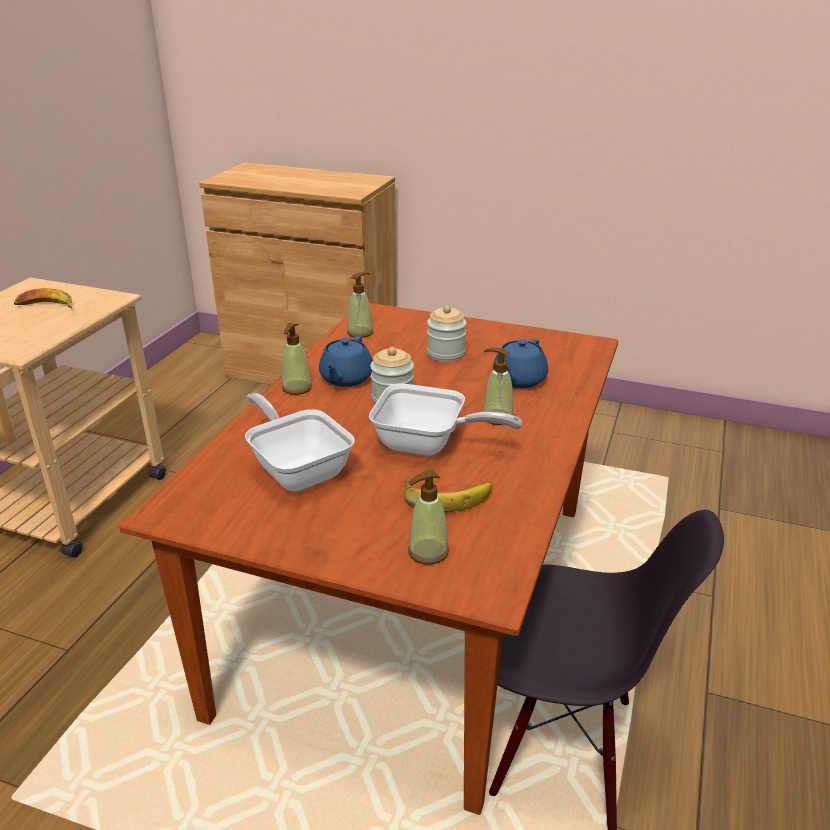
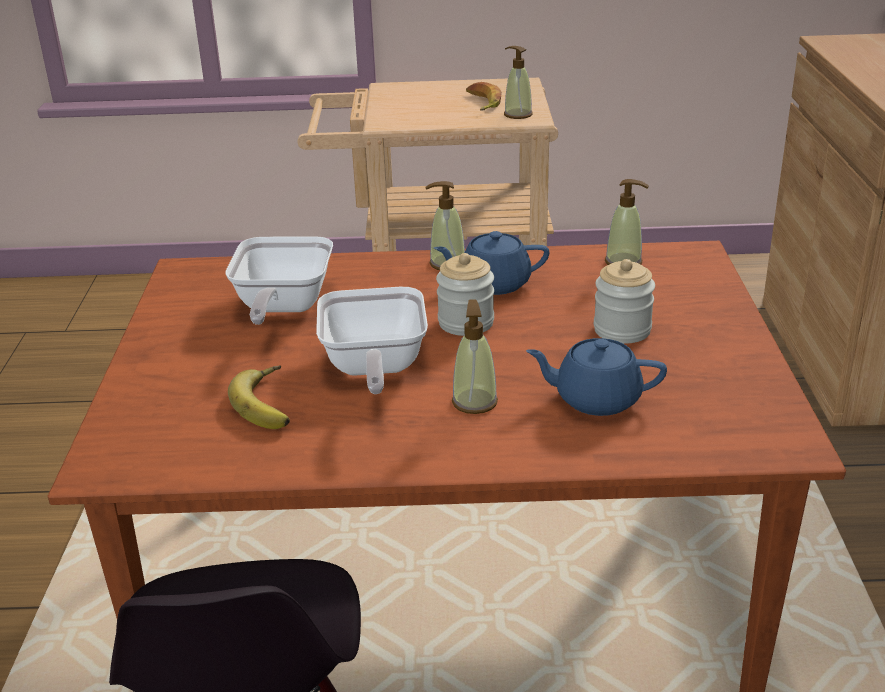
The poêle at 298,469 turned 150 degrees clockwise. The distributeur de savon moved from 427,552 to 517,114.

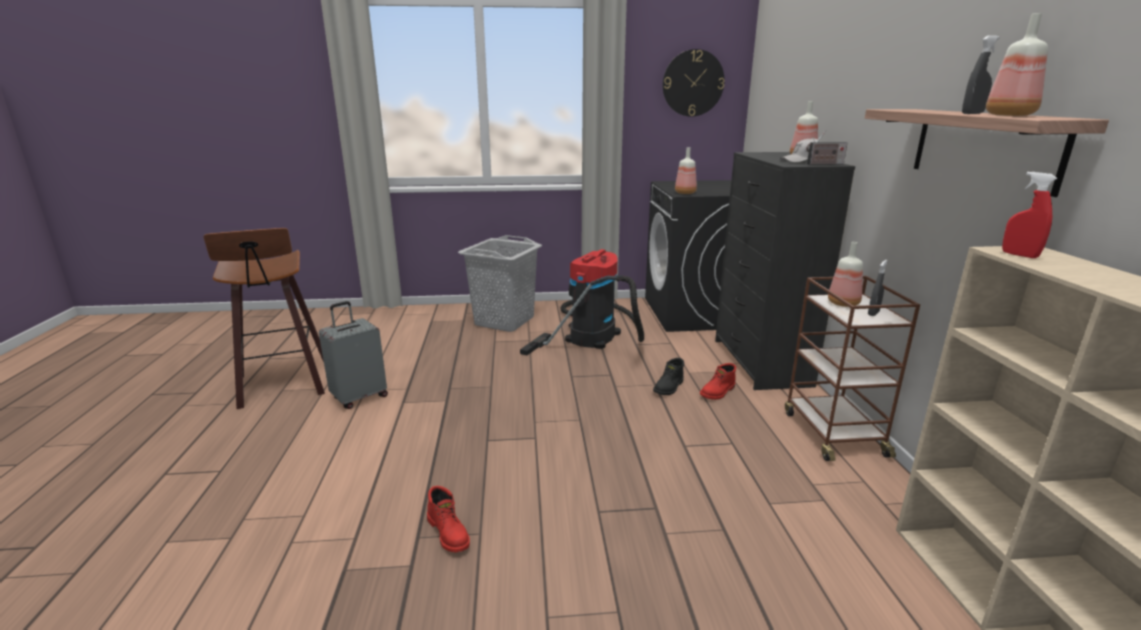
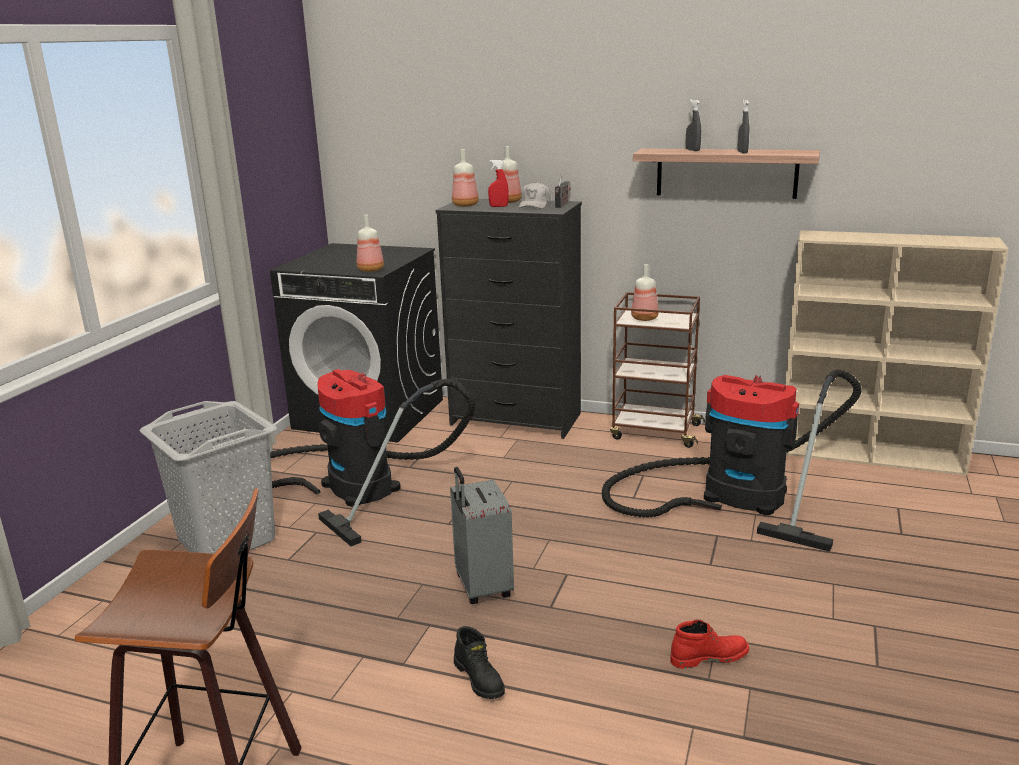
The bouteille moved from 1011,115 to 466,205. The horloge murale at 693,83 disappeared. The vaporisateur [rouge] moved from 1019,255 to 498,206. The vaporisateur [gris] moved from 873,313 to 692,150. The valise [gris] moved from 359,397 to 481,587. The botte [noir] moved from 669,387 to 480,678. The botte [rouge] at 718,392 disappeared. The aspirateur at 734,495 appeared.

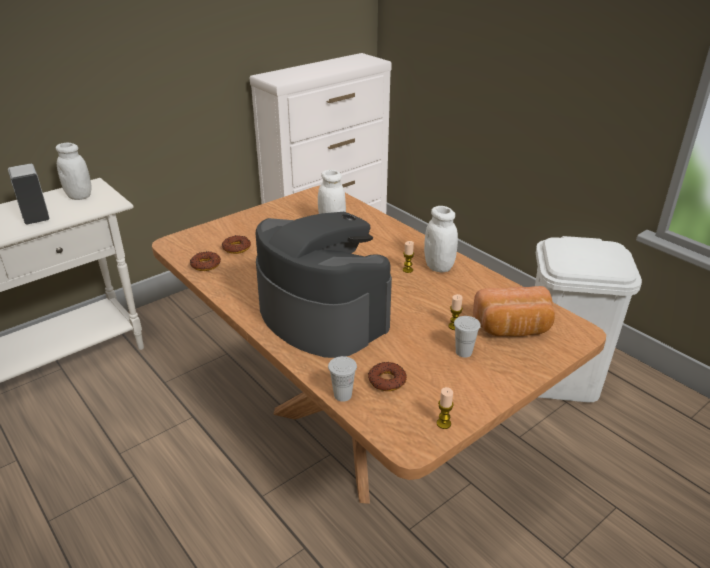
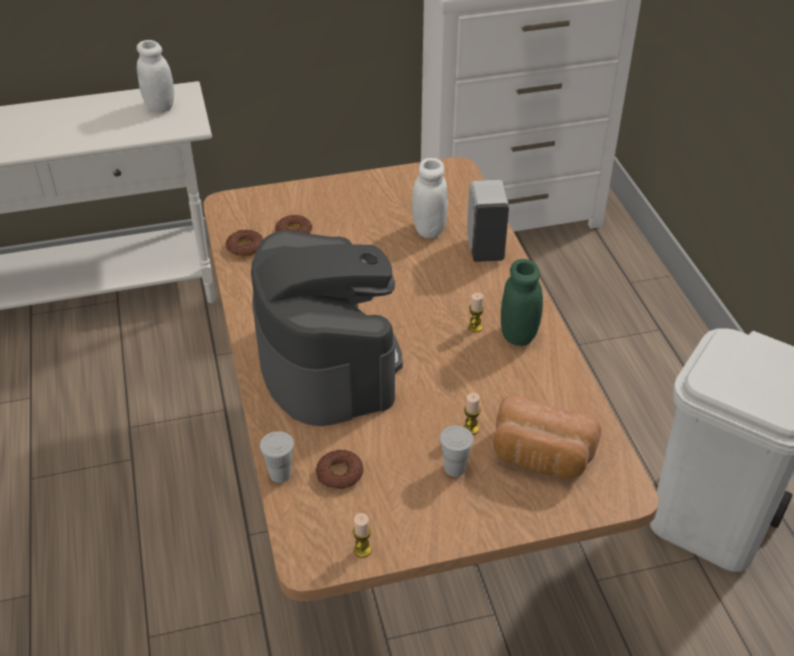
The distributeur de savon [blanc] moved from 36,217 to 484,248. The bocal [blanc] at 439,266 became the bocal [vert] at 518,335.

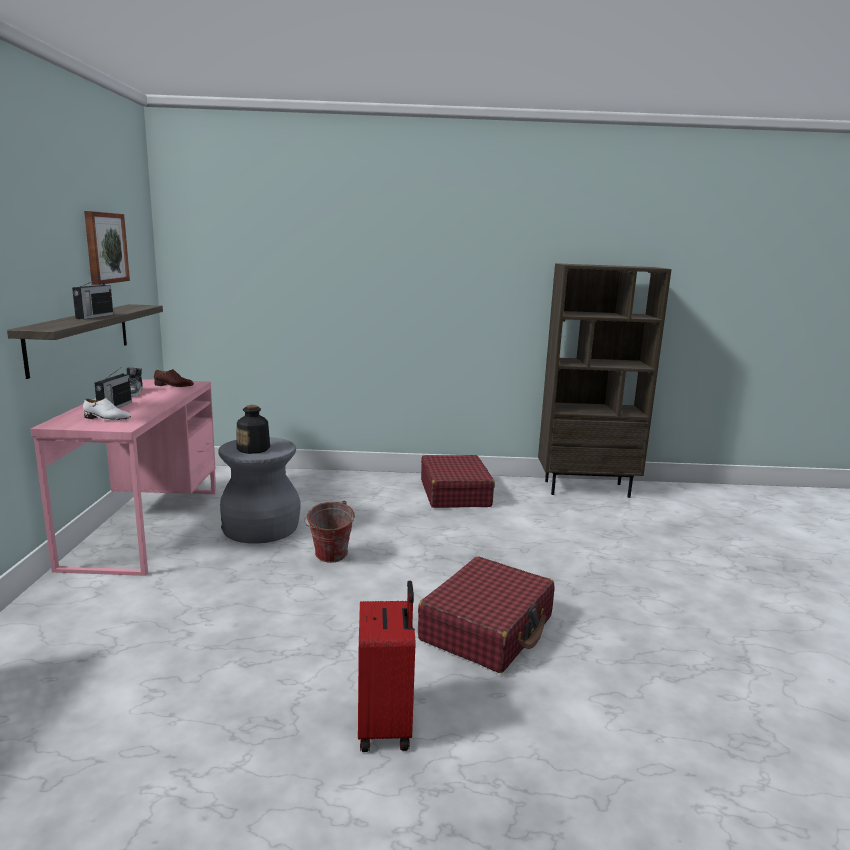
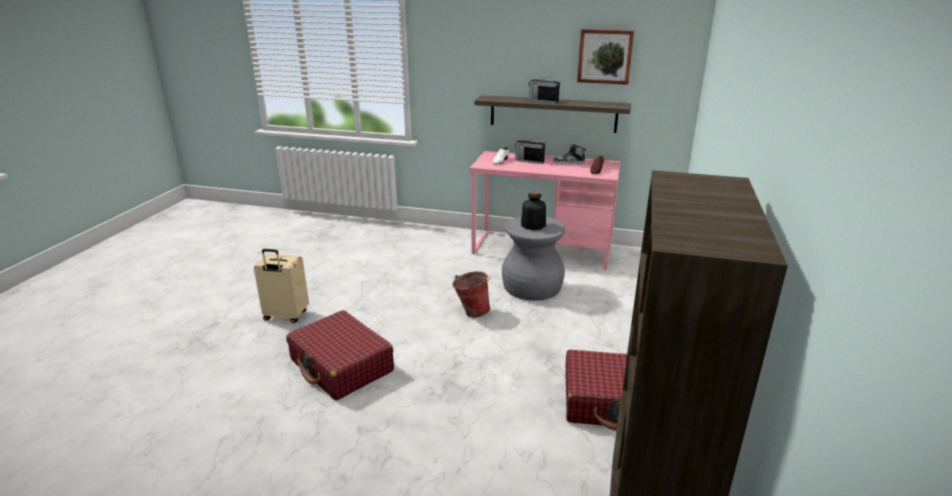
The valise [rouge] at 386,726 became the valise [beige] at 285,316.

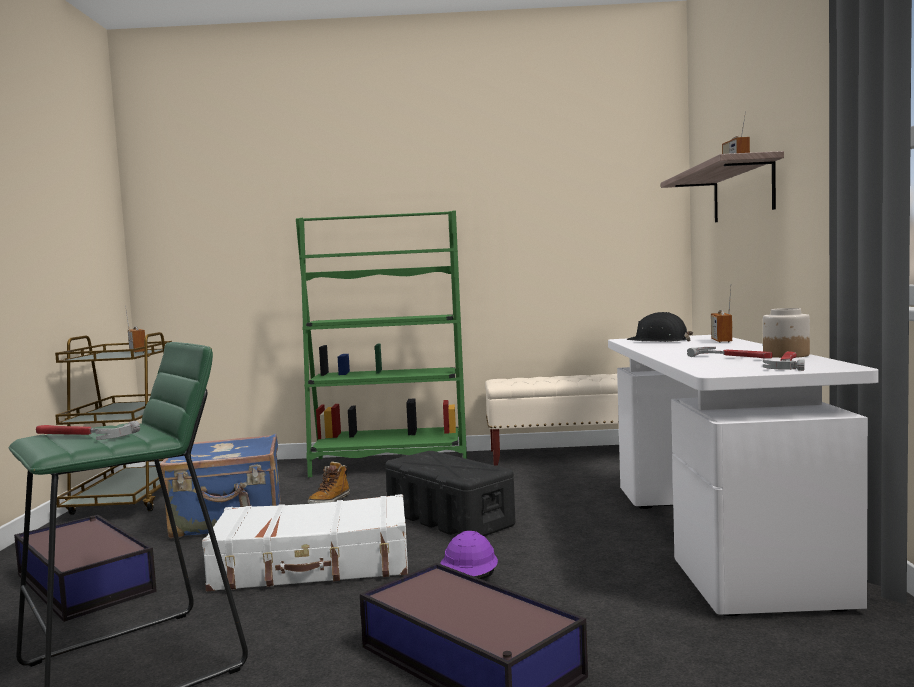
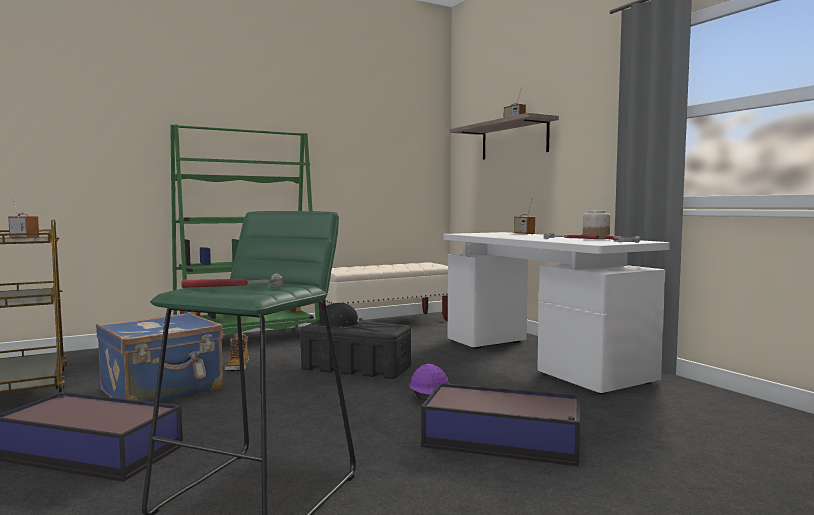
The casque de chantier [noir] moved from 659,340 to 336,325. The valise [blanc] at 314,564 disappeared.

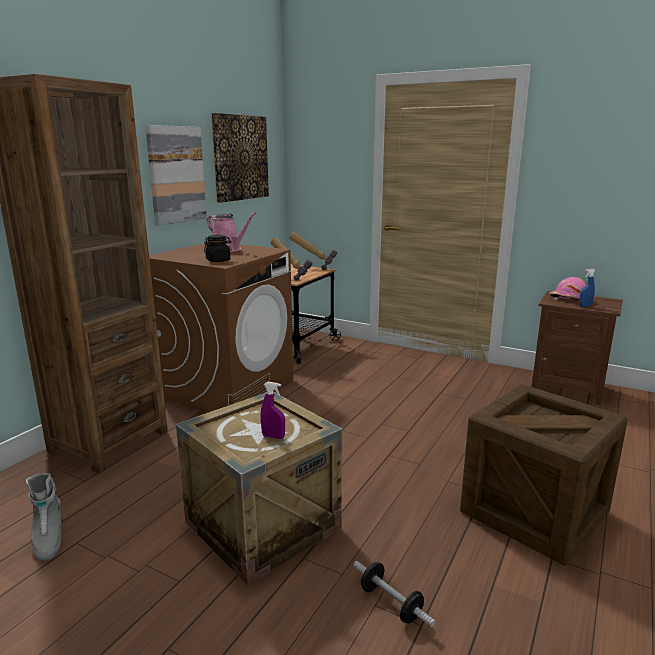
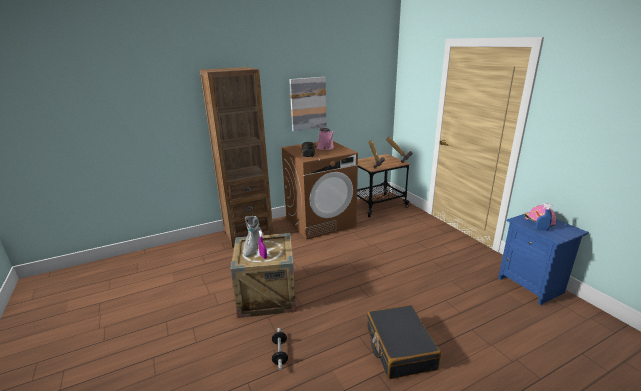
The tableau at 240,158 disappeared. The table de chevet [marron] at 568,388 became the table de chevet [bleu] at 531,285. The caisse at 534,512 was replaced by the valise [noir] at 399,348. The botte [gris] moved from 48,539 to 252,248.

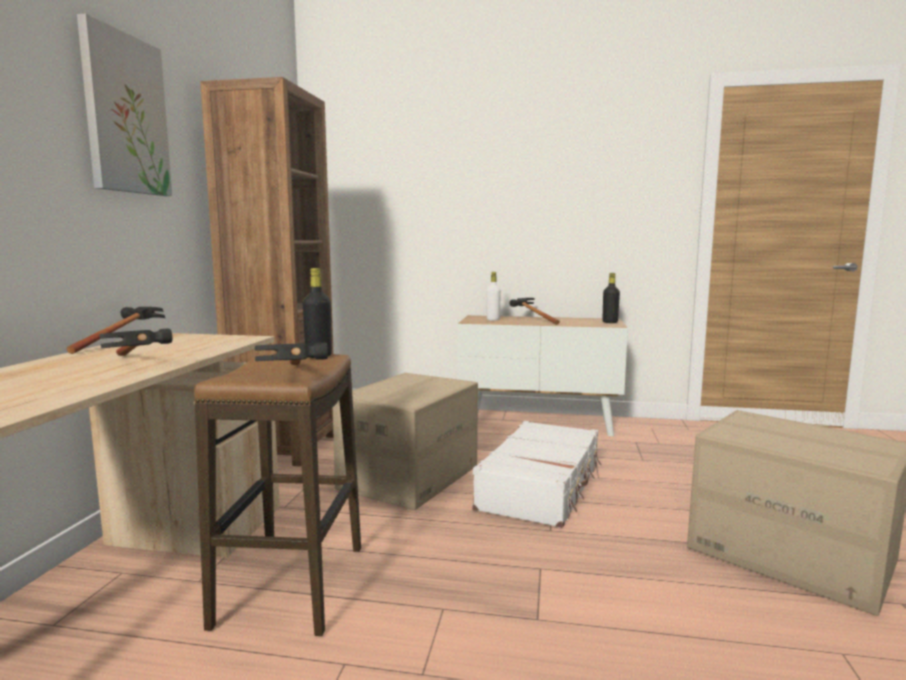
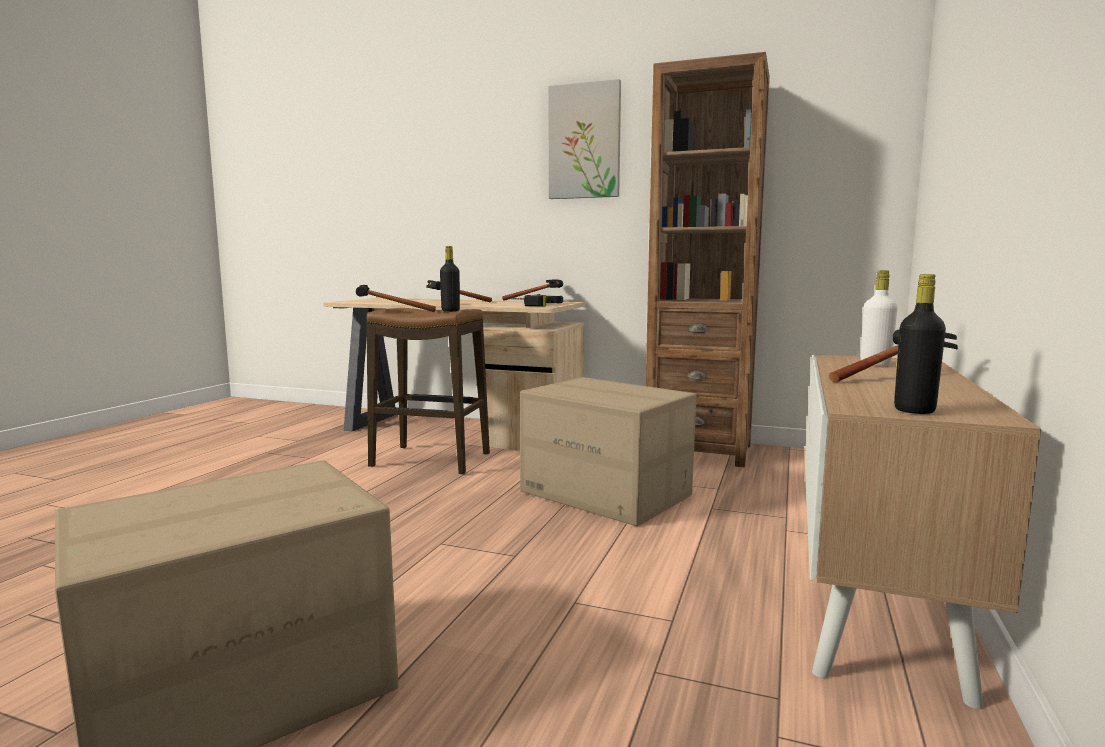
The valise [blanc] at 541,487 disappeared. The perceuse at 530,305 appeared.

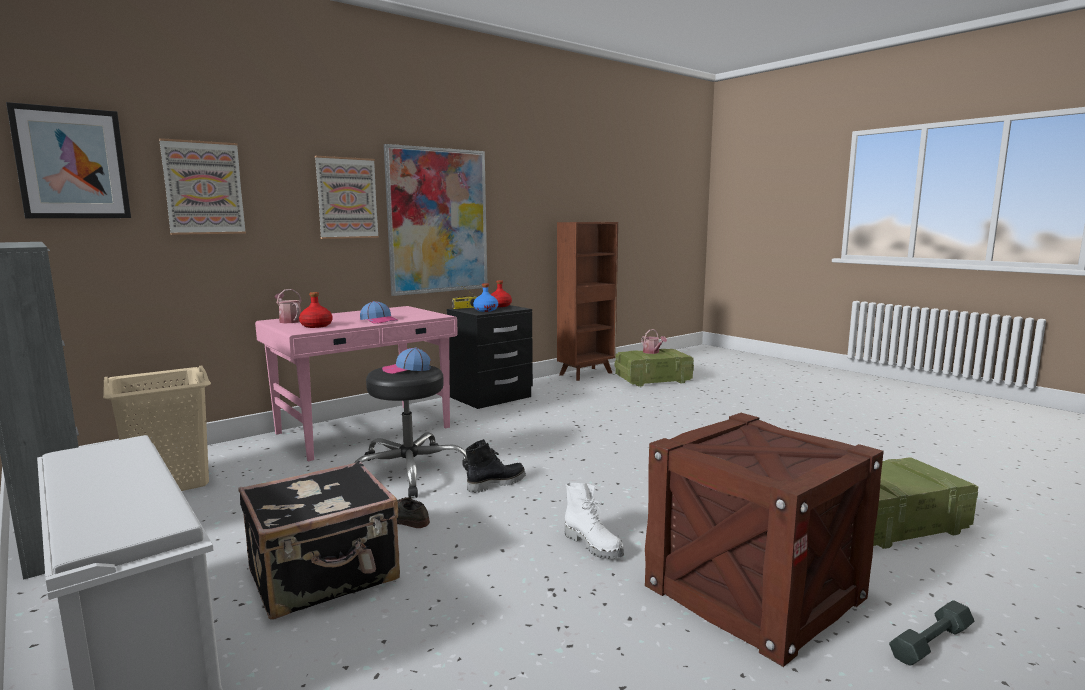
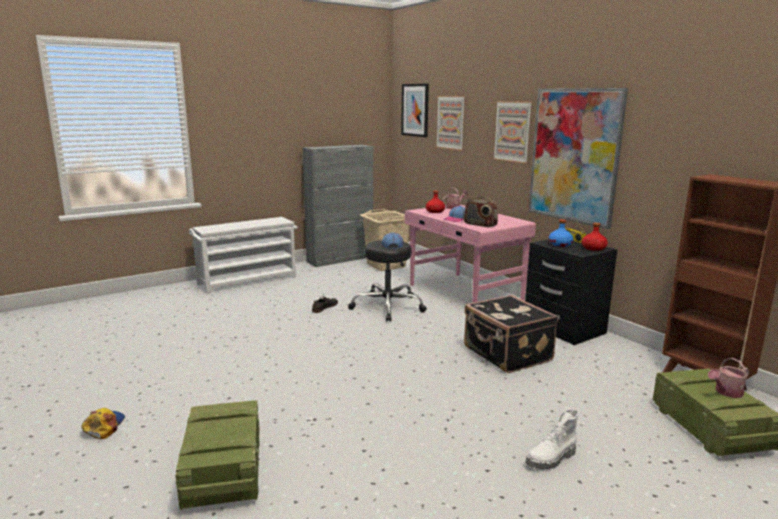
The caisse at 753,592 disappeared. The botte [noir] at 496,483 disappeared. The valise [noir] moved from 324,576 to 506,354. The botte [blanc] moved from 594,545 to 551,459. The haltère [gris] at 931,642 was replaced by the casquette at 103,426. The radio at 480,225 appeared.

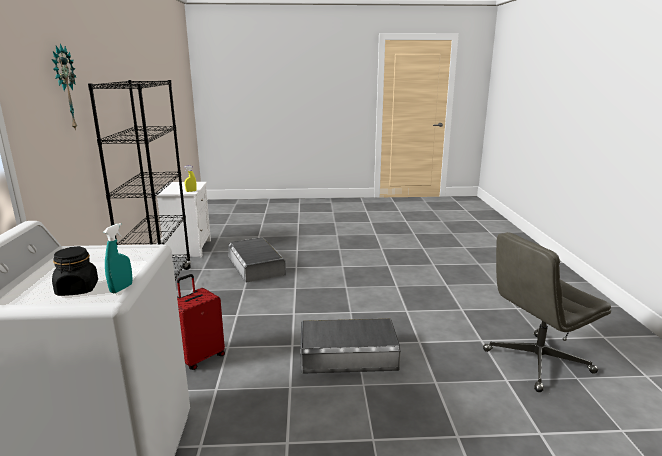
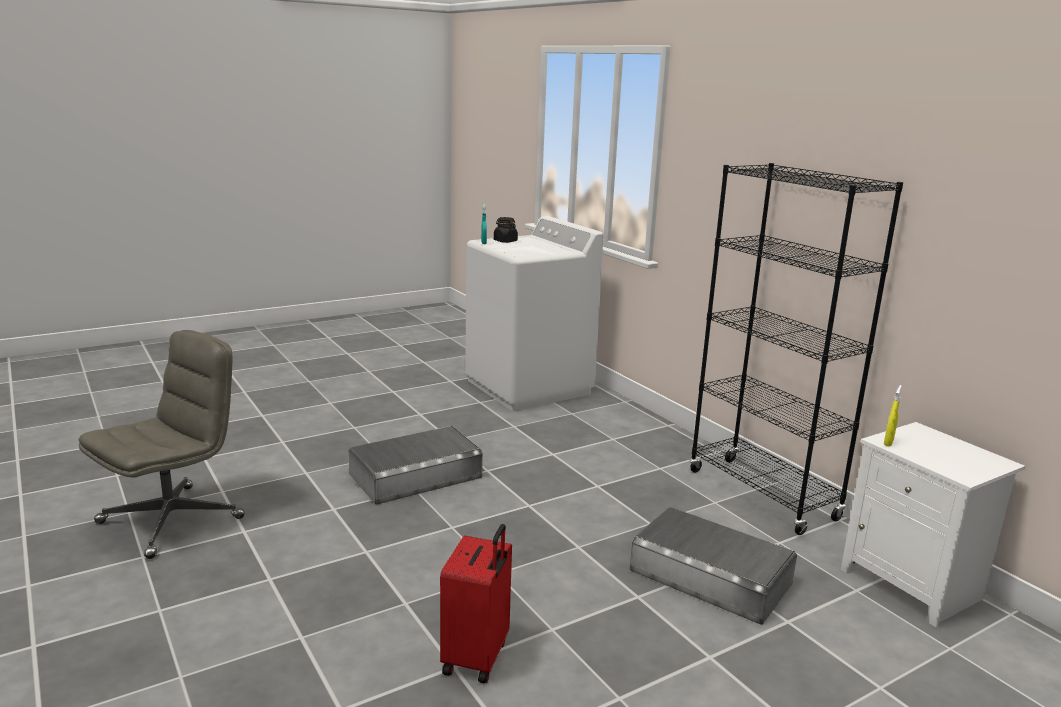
The horloge murale at 64,88 disappeared. The valise [rouge] moved from 200,357 to 477,658.

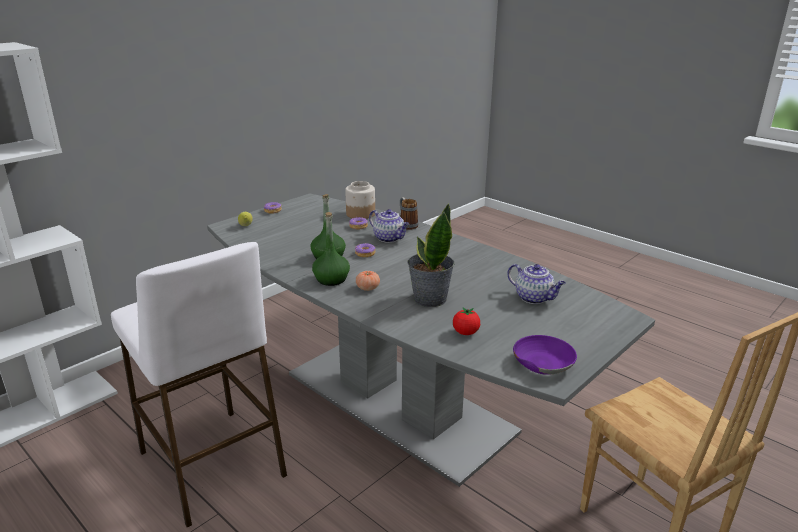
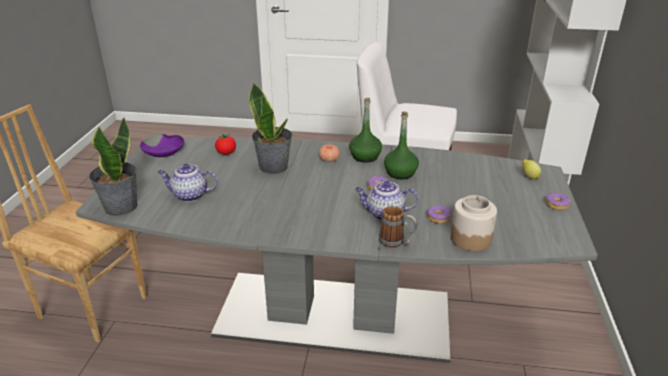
The plante en pot at 120,207 appeared.

